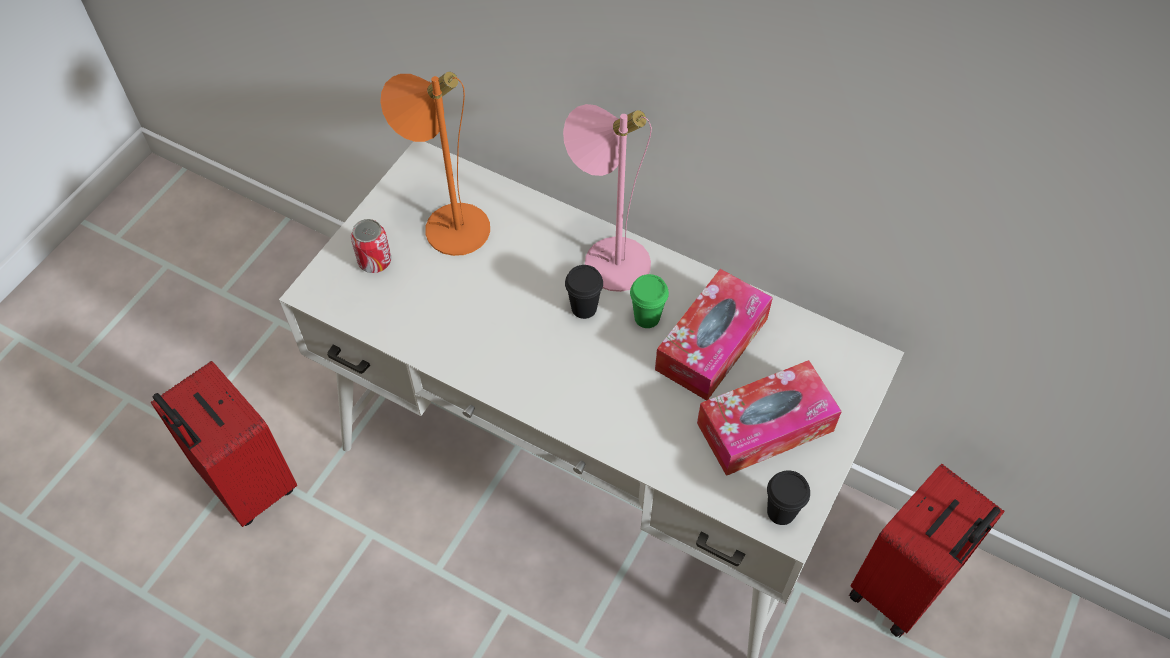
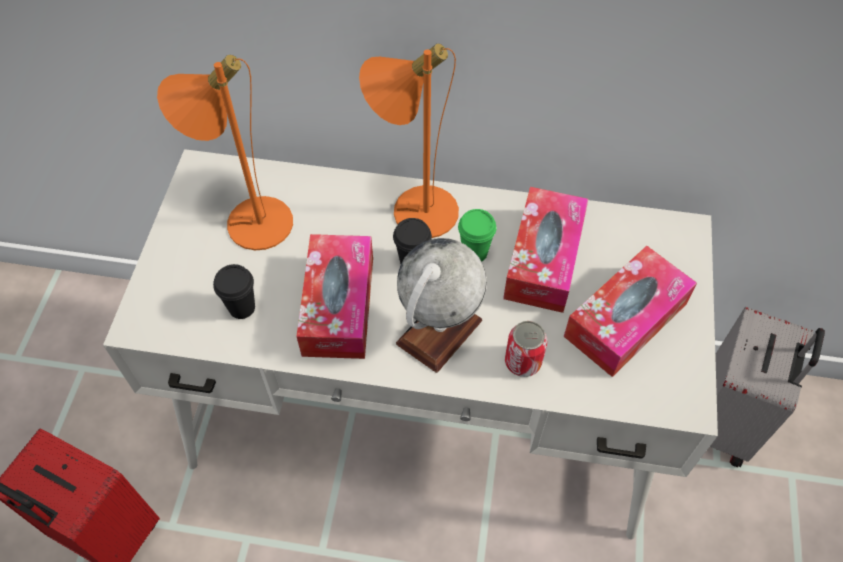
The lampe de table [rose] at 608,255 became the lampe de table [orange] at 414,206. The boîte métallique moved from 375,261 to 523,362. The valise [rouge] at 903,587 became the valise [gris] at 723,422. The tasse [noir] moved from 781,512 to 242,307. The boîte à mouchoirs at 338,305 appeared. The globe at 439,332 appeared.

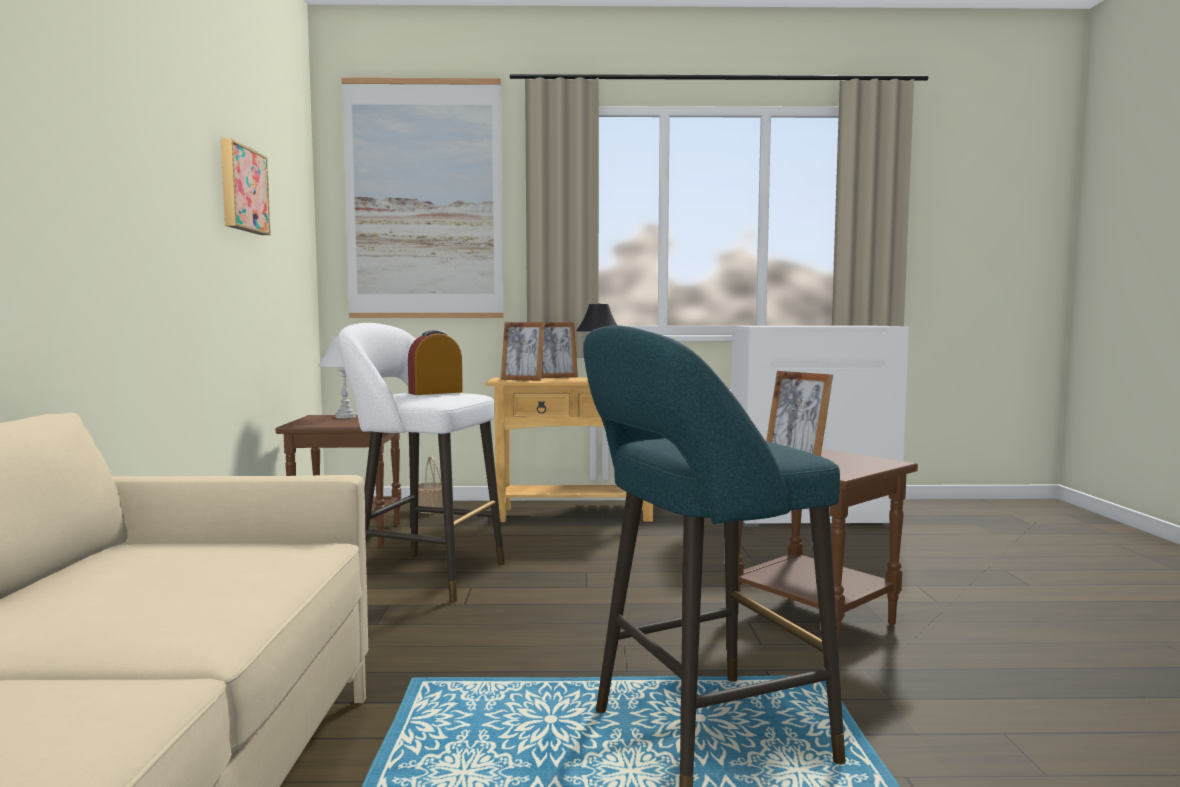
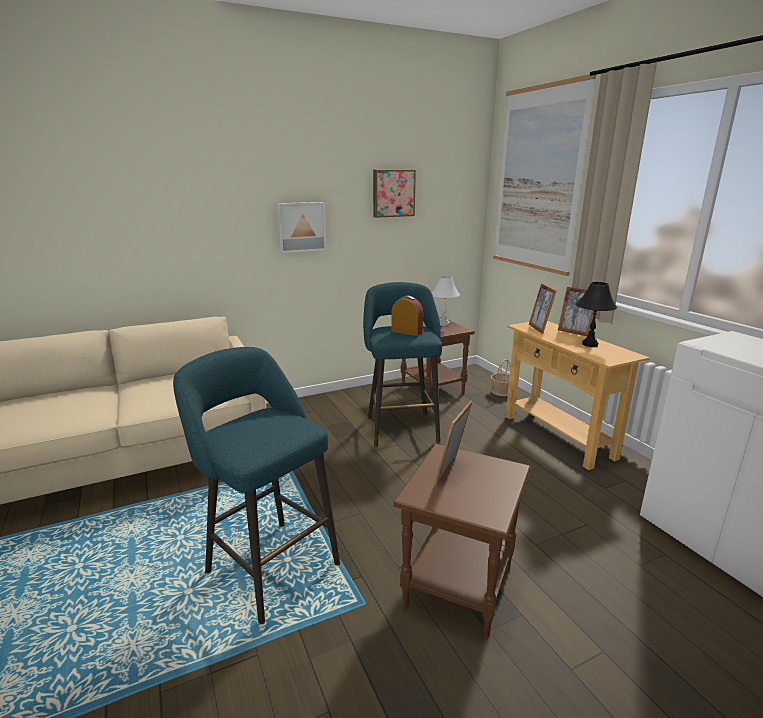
The tabouret [blanc] at 424,575 became the tabouret [turquoise] at 401,426. The tableau at 301,227 appeared.

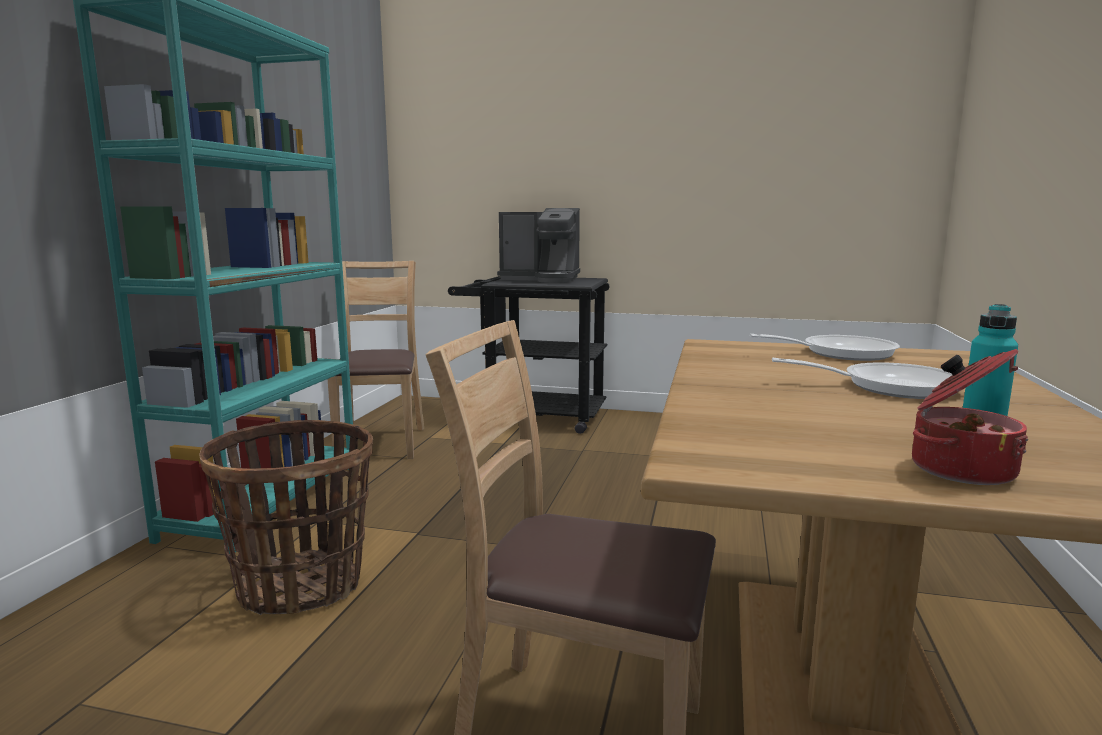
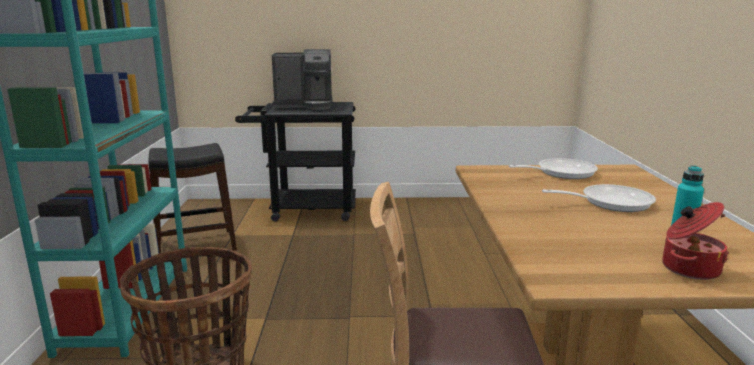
The chaise [marron] at 380,443 was replaced by the tabouret [noir] at 195,245.

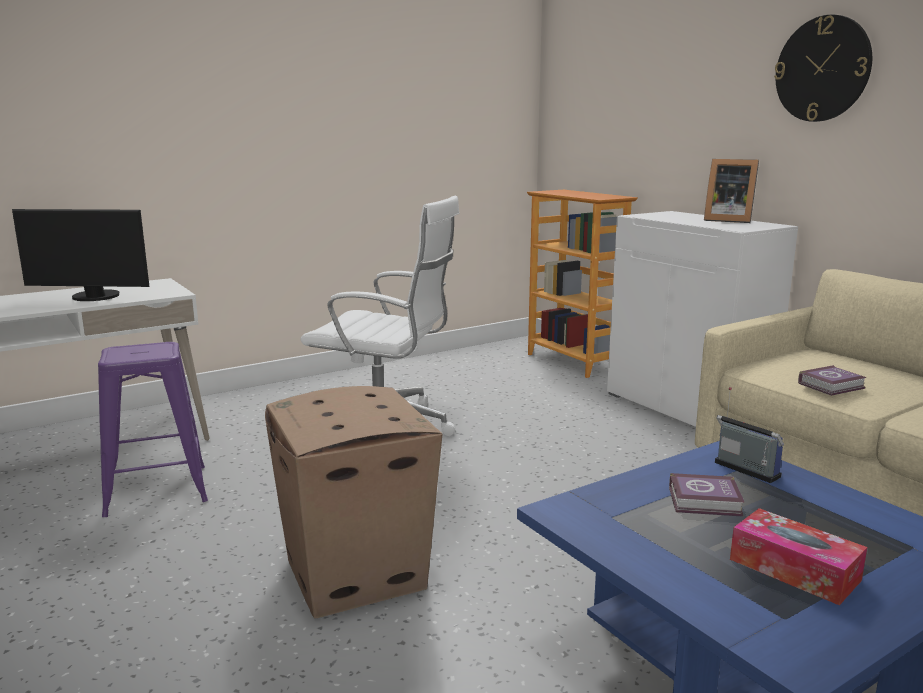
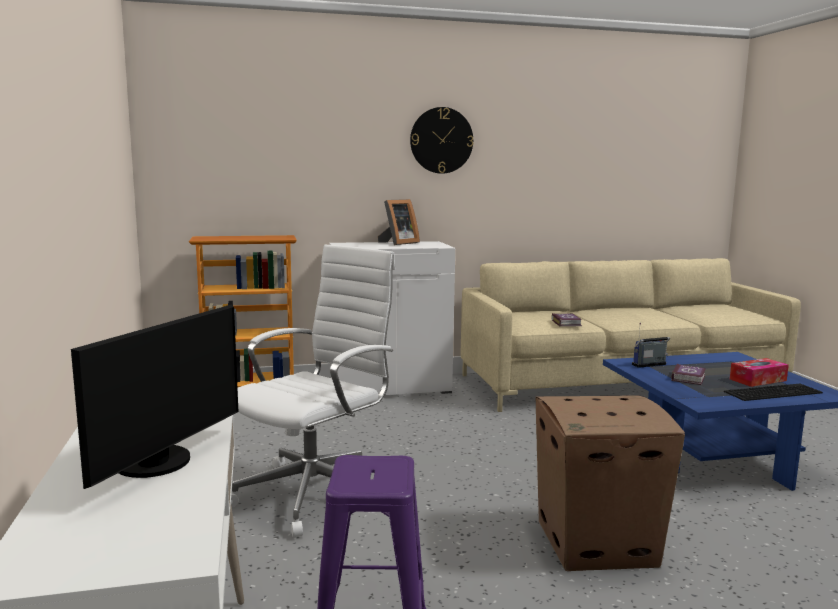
The clavier at 772,391 appeared.

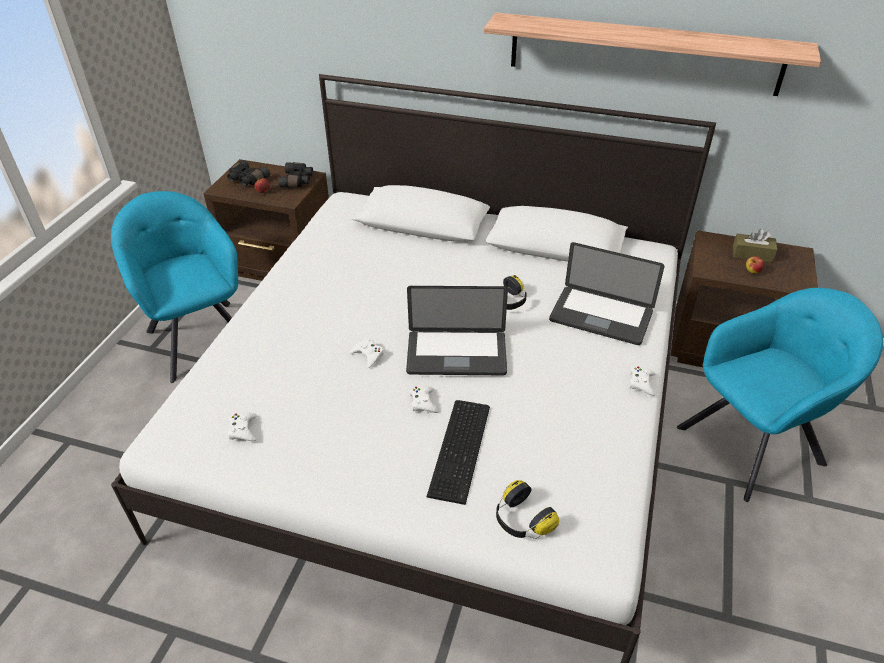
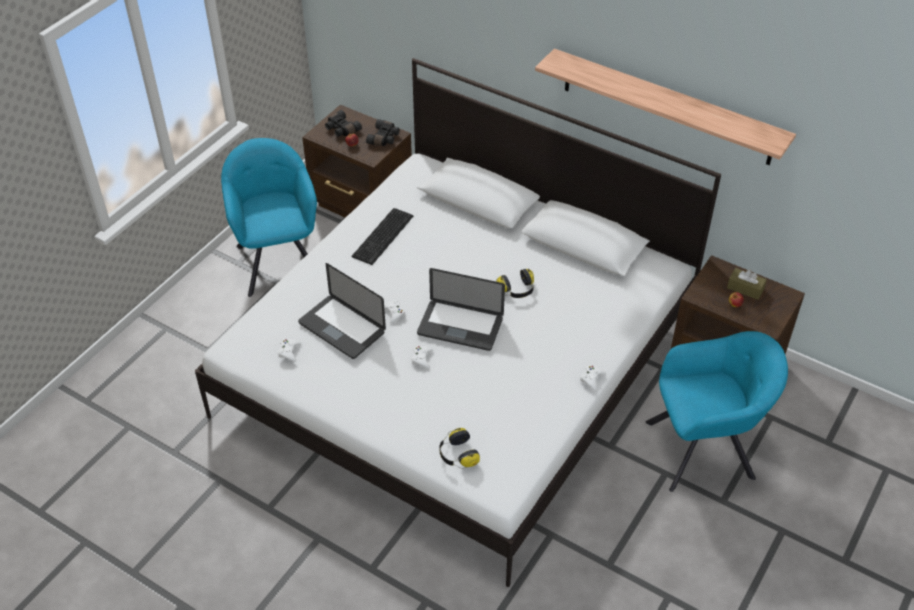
The ordinateur portable moved from 601,316 to 342,328. The clavier moved from 462,449 to 384,236.

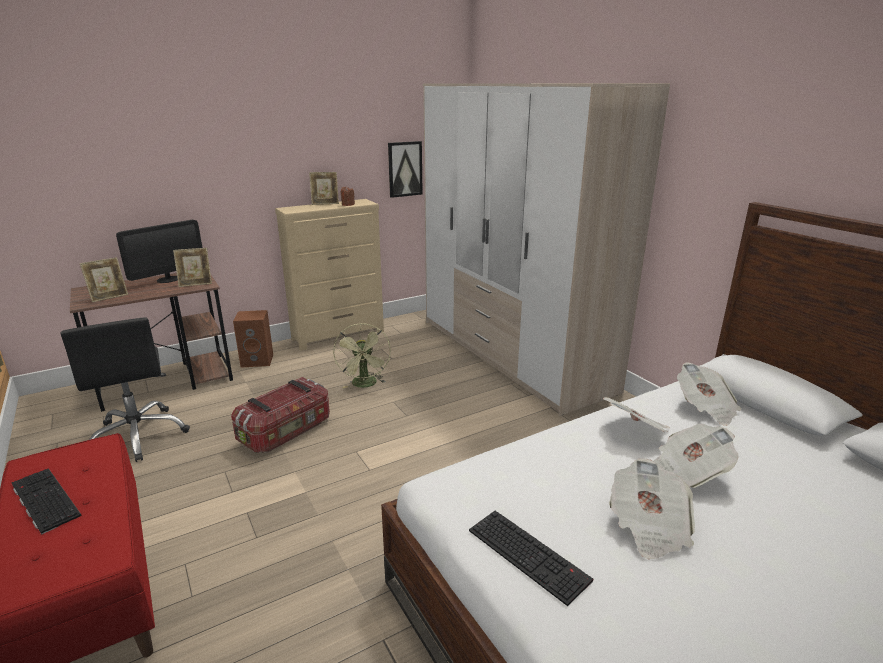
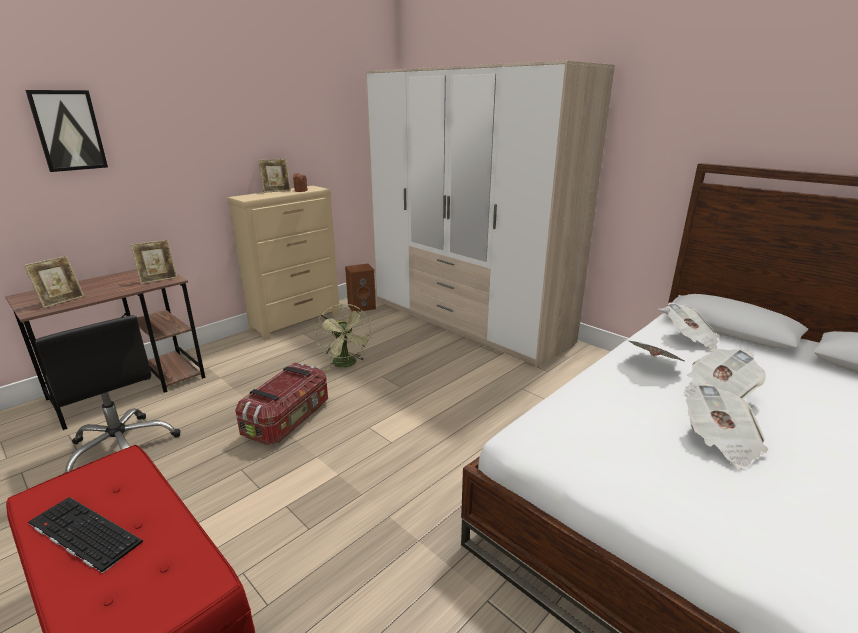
The tableau moved from 405,169 to 68,130. The écran d'ordinateur at 168,279 disappeared. The enceinte [marron] moved from 258,360 to 362,306. The clavier at 530,554 disappeared.

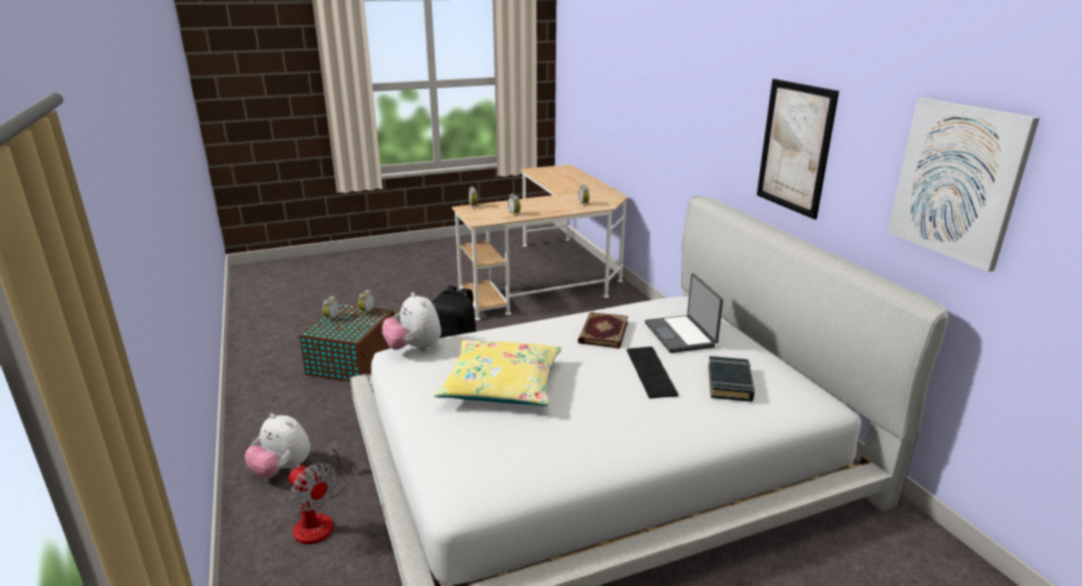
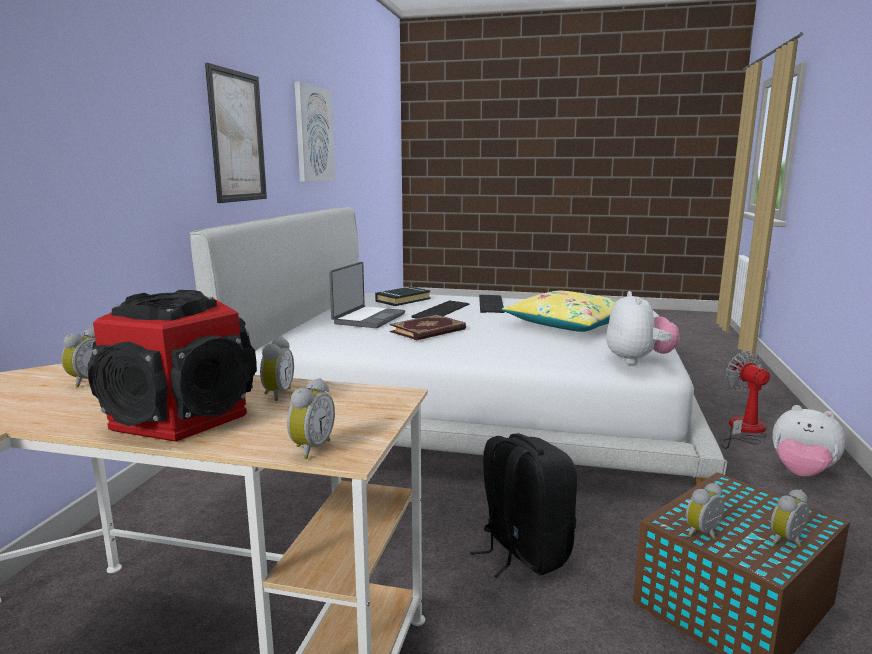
The peluche at 282,469 turned 150 degrees clockwise. The enceinte at 183,416 appeared. The clavier at 489,304 appeared.

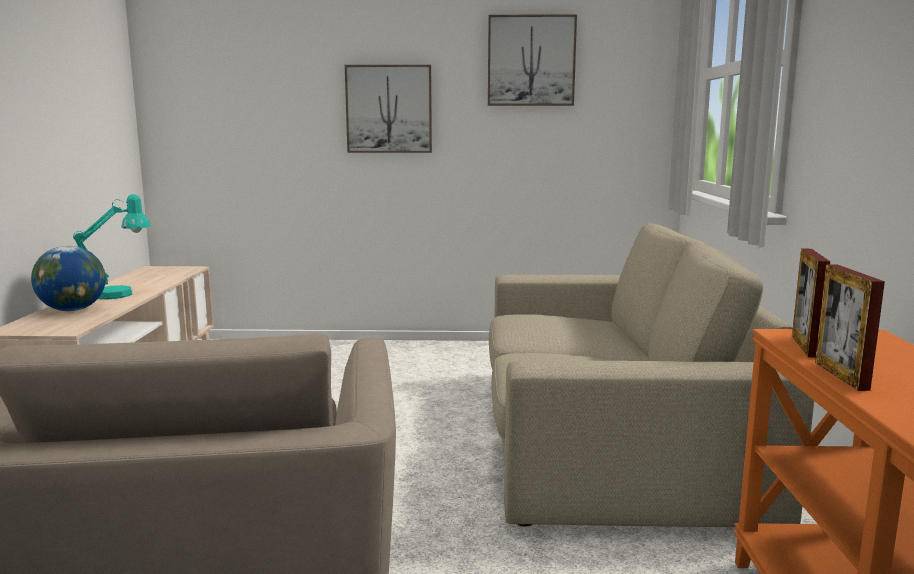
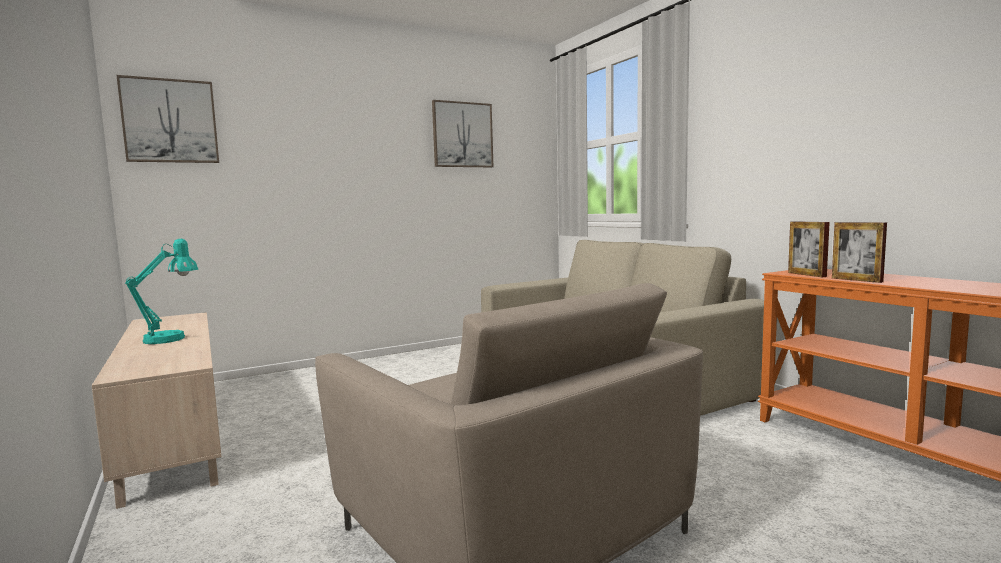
The tableau moved from 389,109 to 170,121. The globe at 73,310 disappeared.

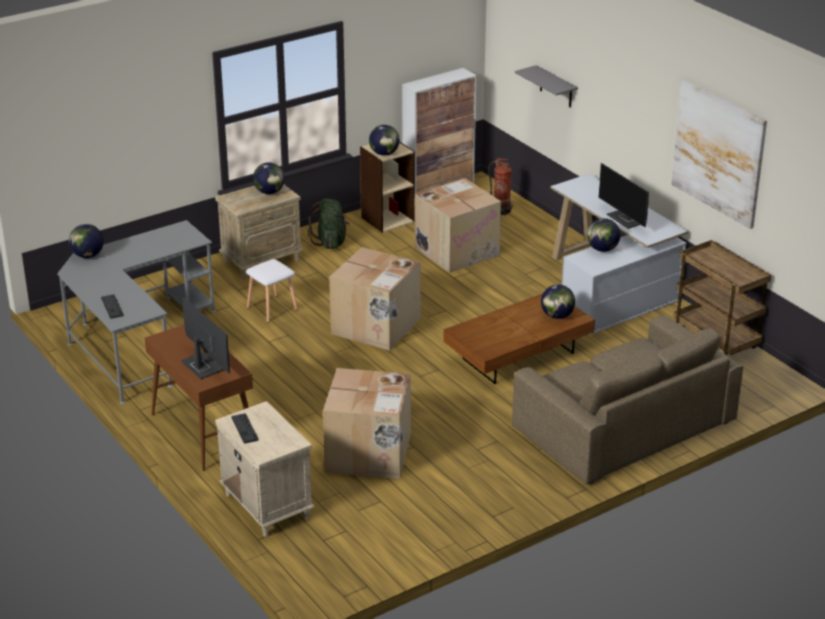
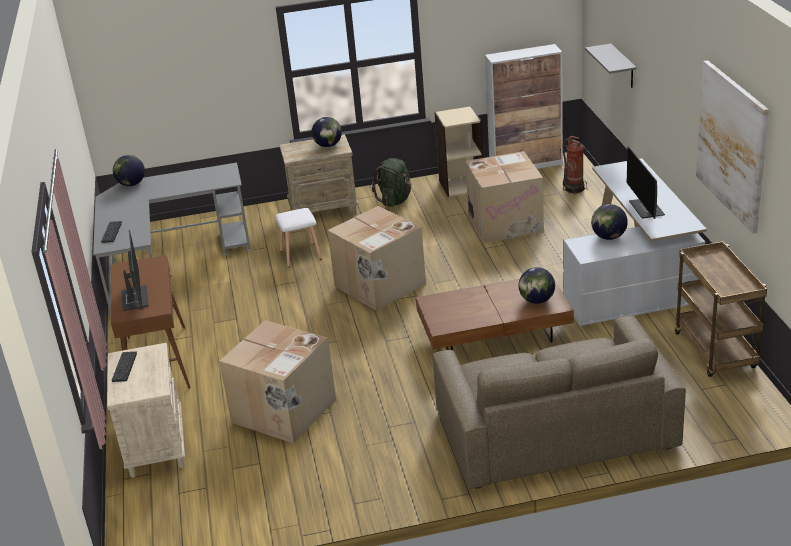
The globe at 384,154 disappeared.

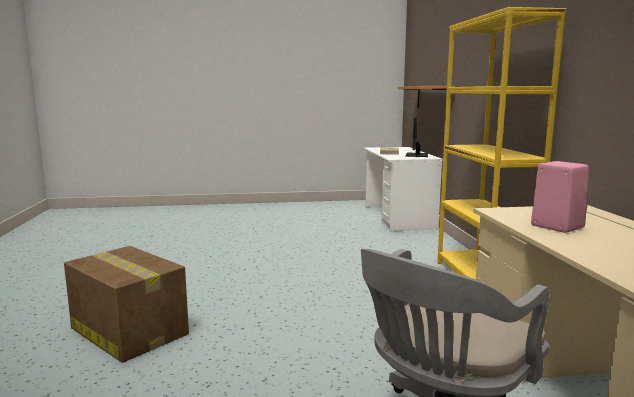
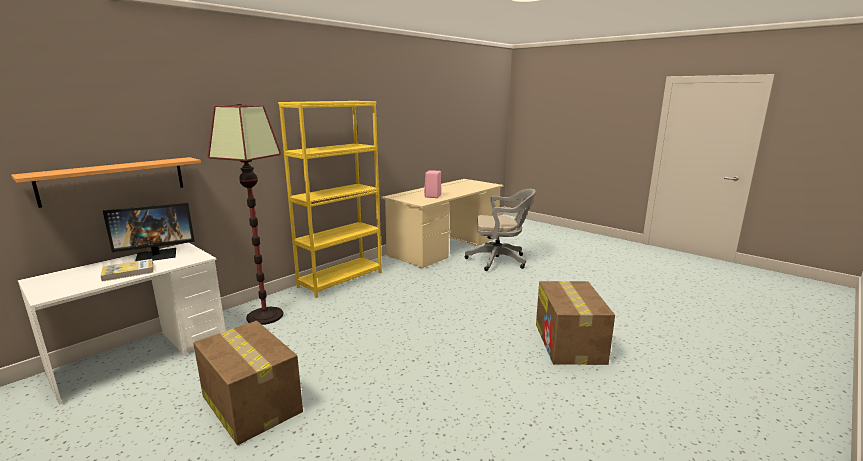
The lampadaire at 264,316 appeared. The carton at 251,403 appeared.

